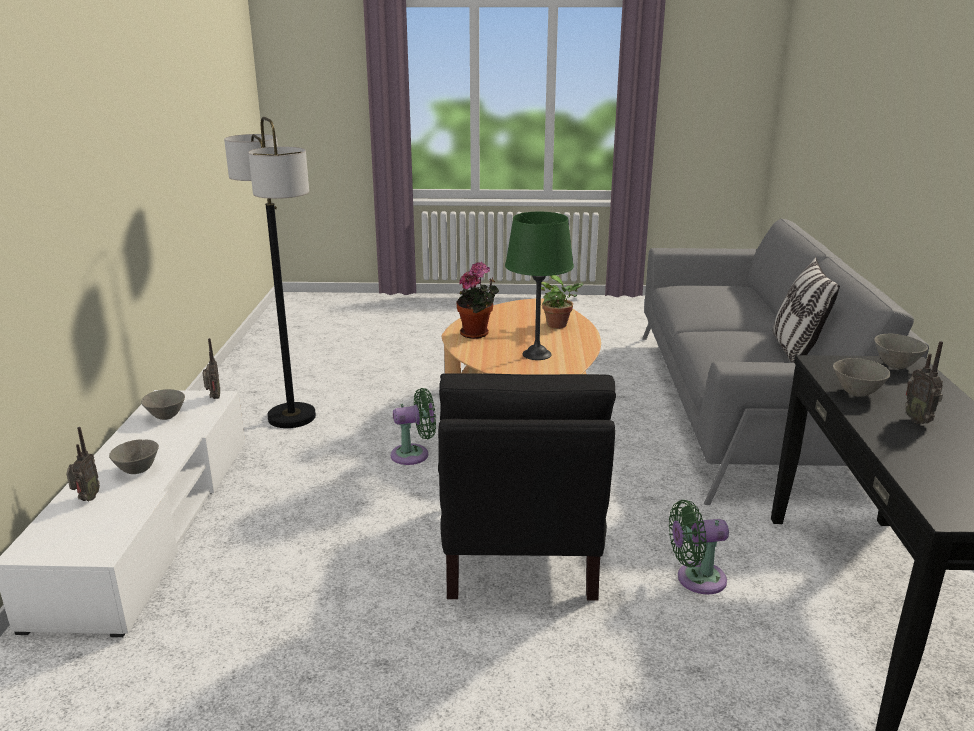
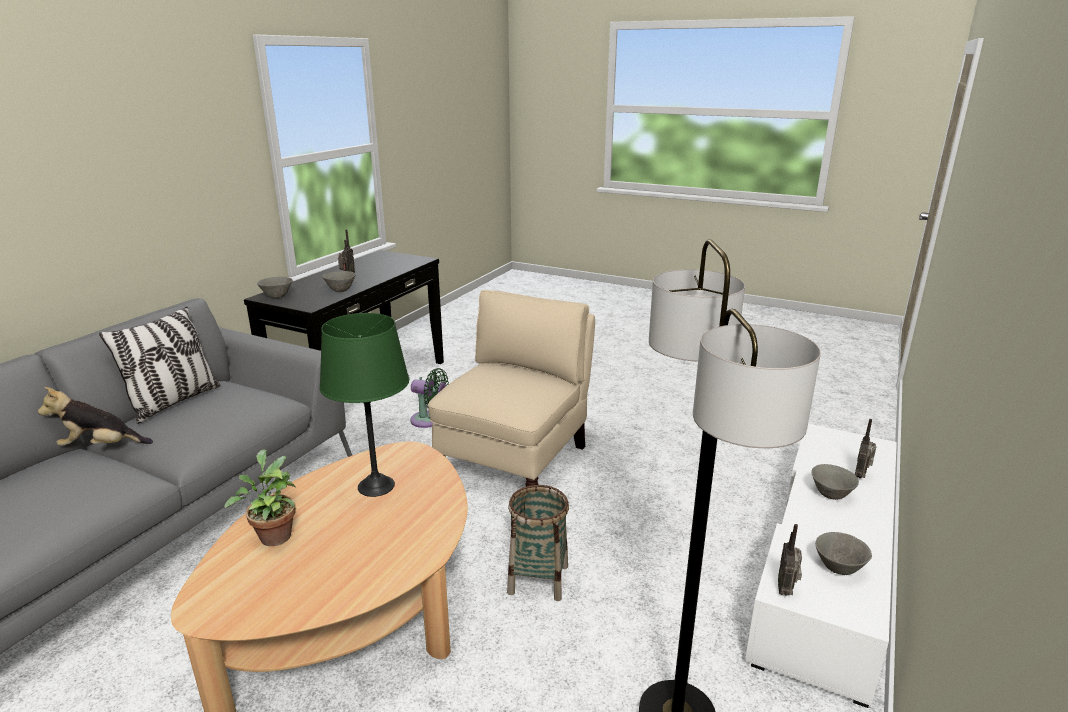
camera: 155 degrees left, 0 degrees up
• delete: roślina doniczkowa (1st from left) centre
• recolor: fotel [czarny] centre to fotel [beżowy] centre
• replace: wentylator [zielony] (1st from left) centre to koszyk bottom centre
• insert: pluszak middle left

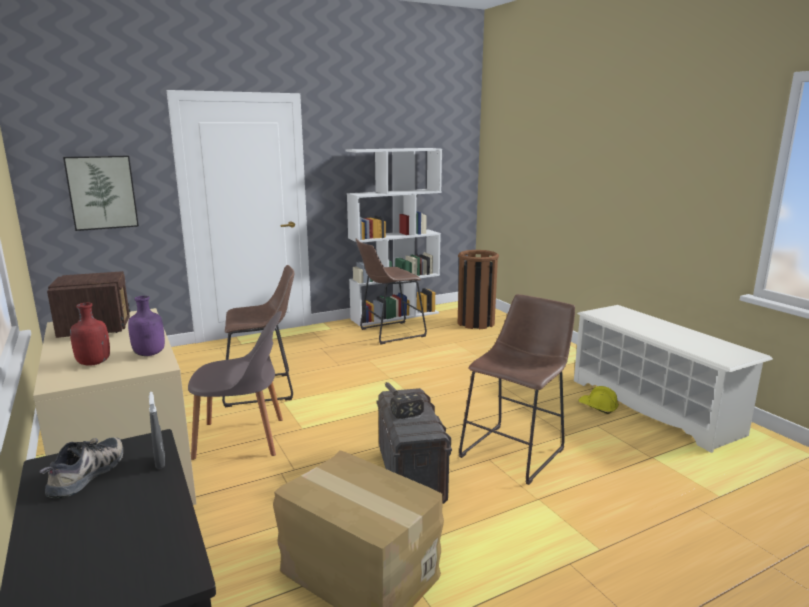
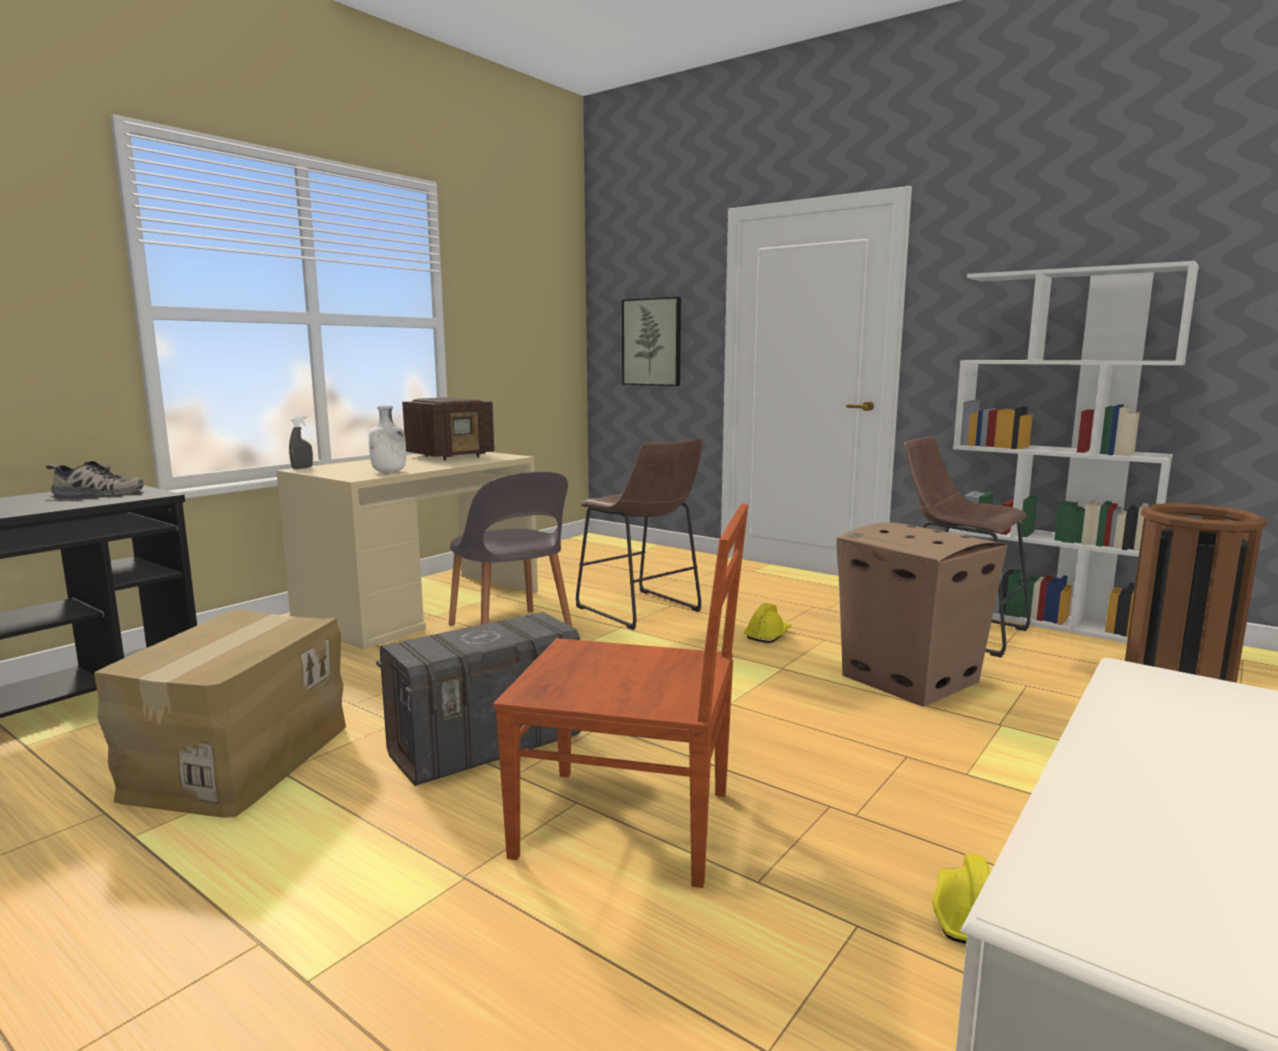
camera: 65 degrees right, 5 degrees down
• replace: stołek [brązowy] (3rd from left) centre to krzesło [brązowy] centre
• recolor: butelka [fioletowy] middle left to butelka [biały] middle left
• delete: butelka [czerwony] middle left
• delete: młotek centre
• move: spryskiwacz [szary] bottom left to middle left
• insert: karton (2nd from left) middle right
• insert: kask [żółty] (1st from left) centre

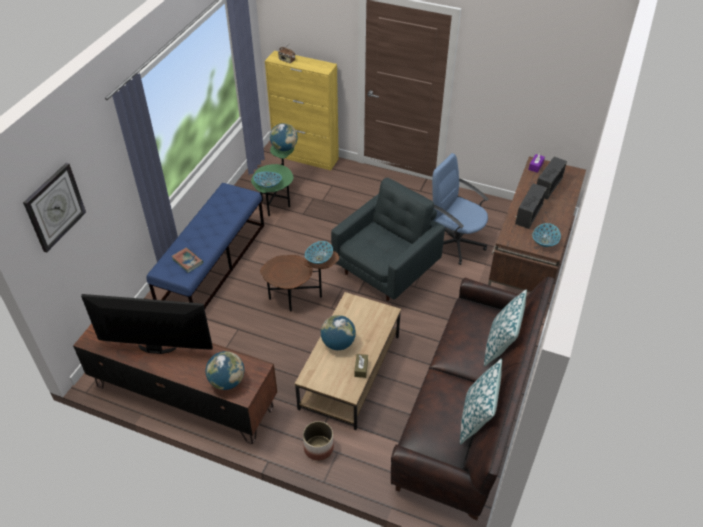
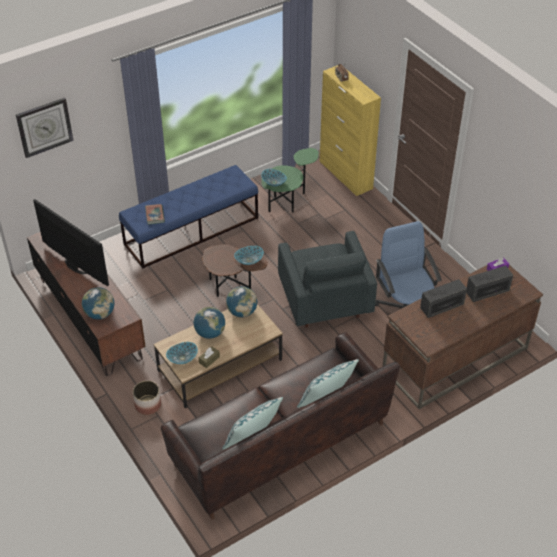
camera: 35 degrees right, 0 degrees up
• move: globus (2nd from left in the first image) top centre to globus (3rd from left) centre
• rotate: fotel [szary] centre = centre 90 degrees clockwise
• move: miska (3rd from left in the first image) middle right to miska (1st from left) middle left

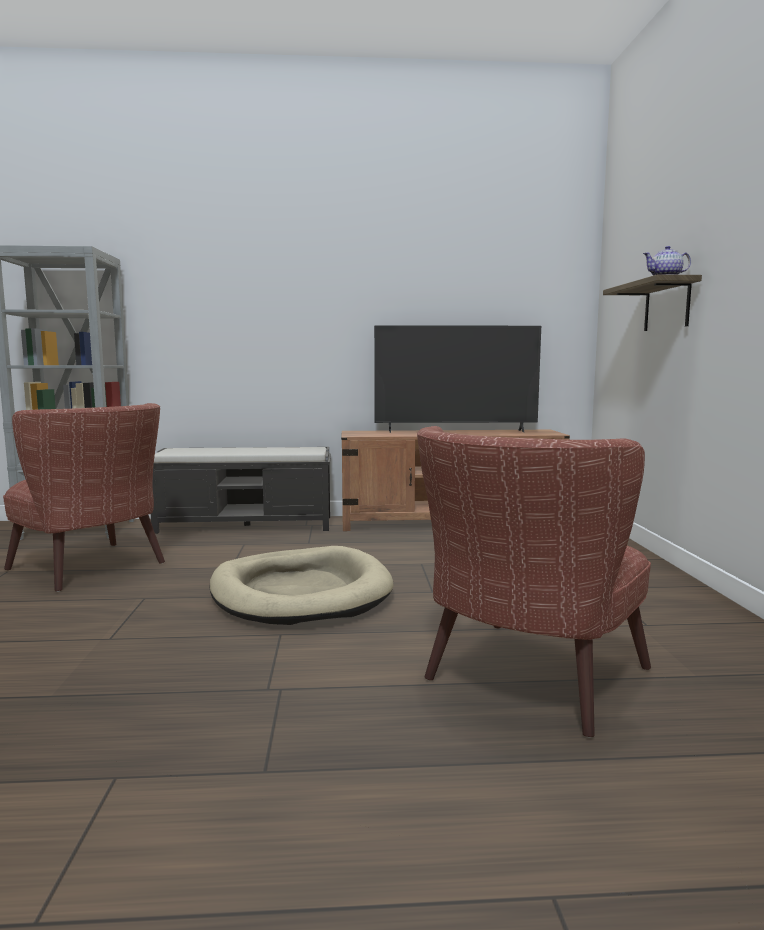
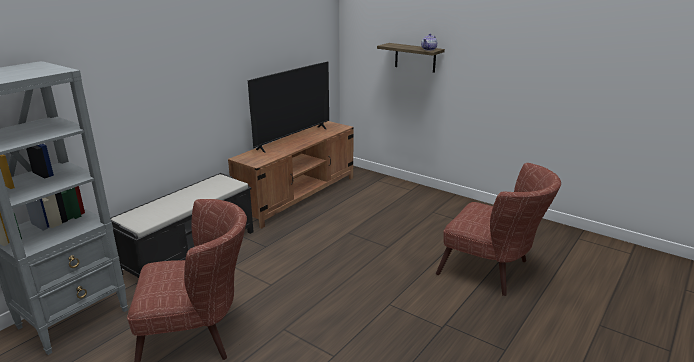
camera: 50 degrees left, 15 degrees up
• rotate: fotel [brązowy] (2nd from left) middle right = middle right 45 degrees counterclockwise
• delete: legowisko [beżowy] centre

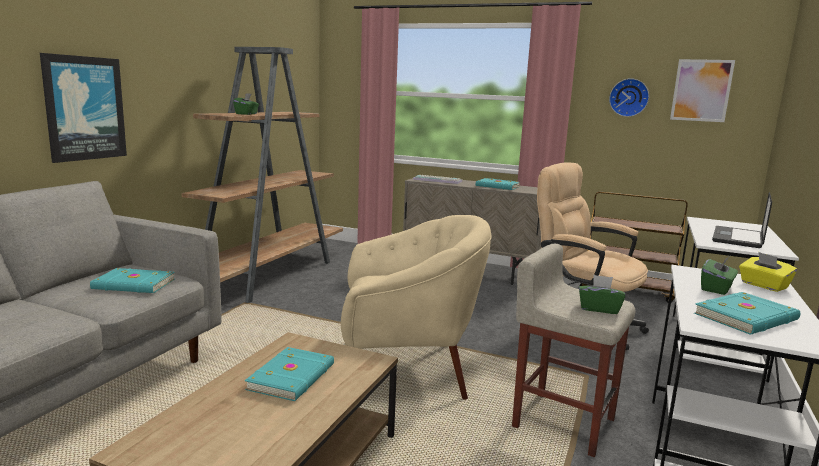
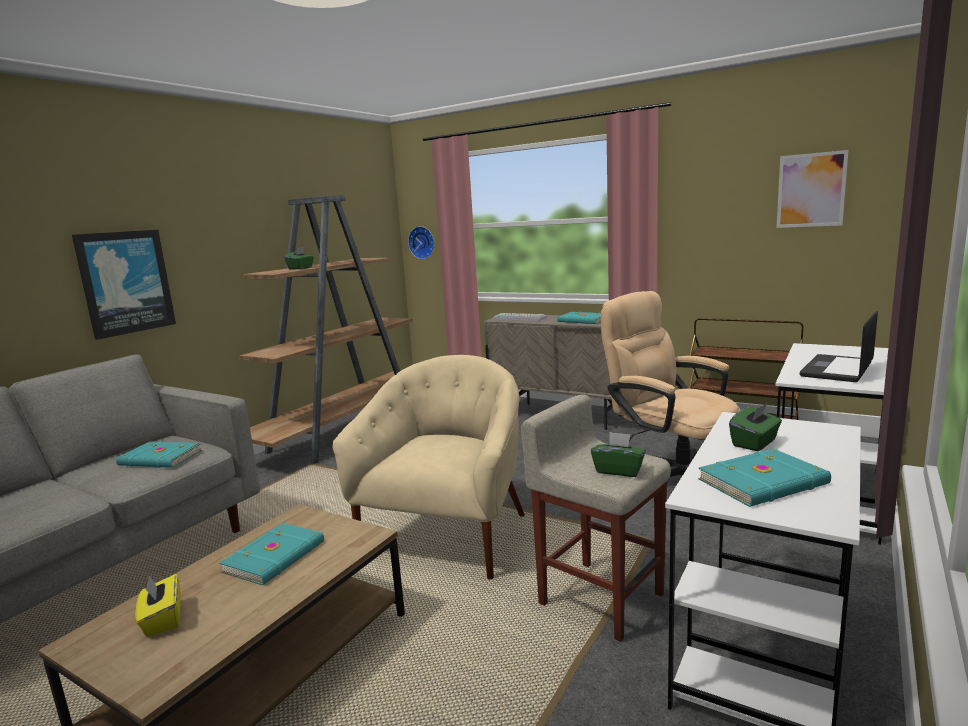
camera: 10 degrees right, 0 degrees up
• move: zegar ścienny top right to centre
• rotate: fotel [beżowy] centre = centre 75 degrees counterclockwise
• move: pudełko chusteczek [żółty] middle right to bottom left

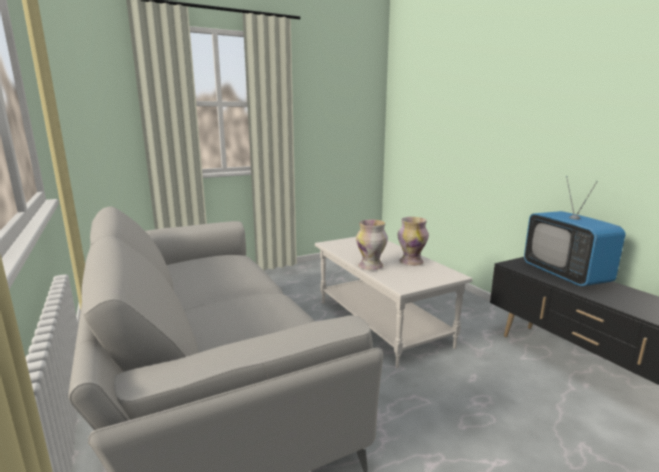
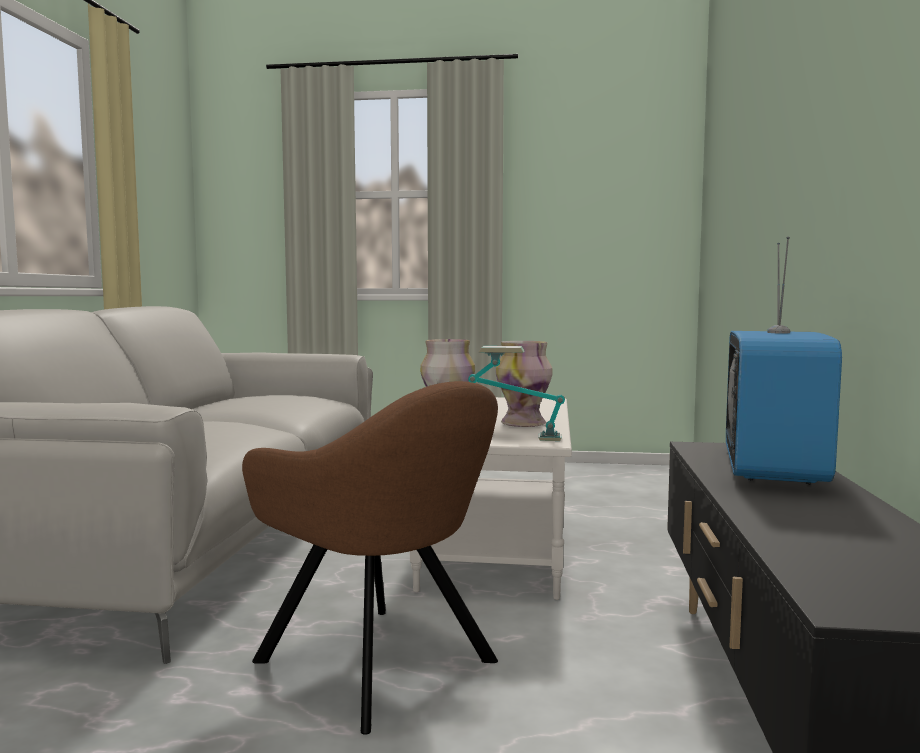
camera: 35 degrees right, 10 degrees down
• insert: lampa stołowa centre
• insert: fotel [brązowy] bottom centre

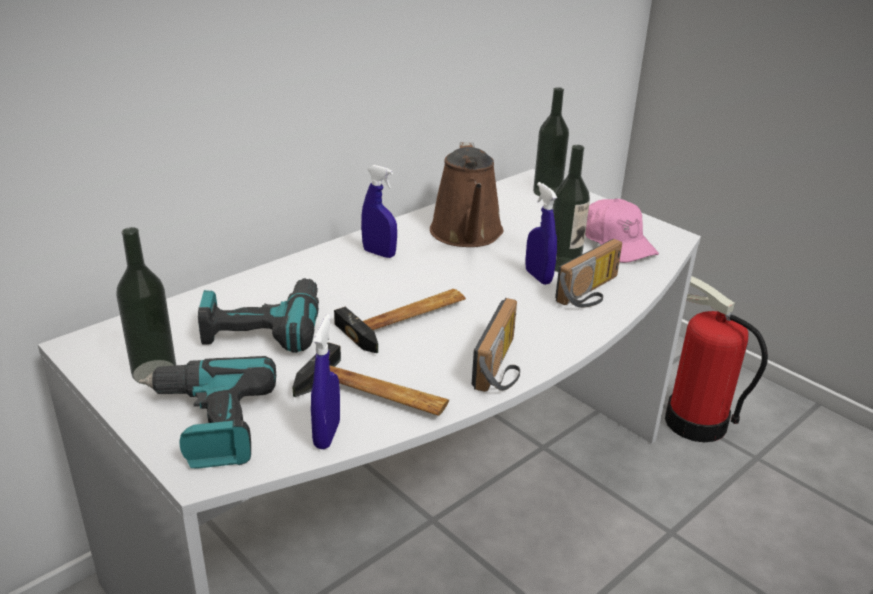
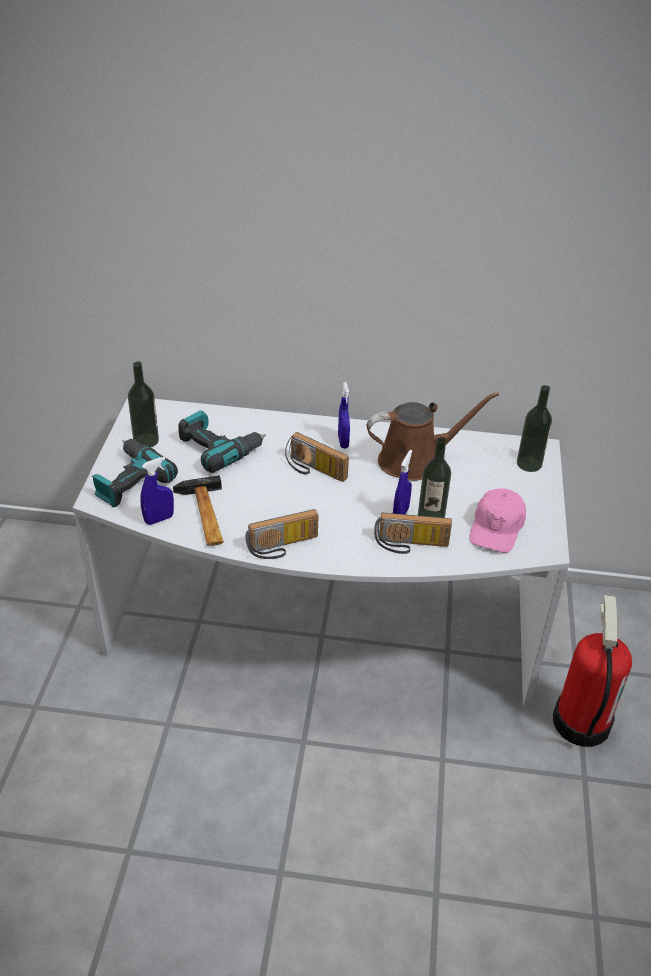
camera: 50 degrees right, 10 degrees up
• rotate: konewka [brązowy] top centre = centre 150 degrees counterclockwise
• delete: młotek (2nd from left) centre
• insert: radio (2nd from left) centre

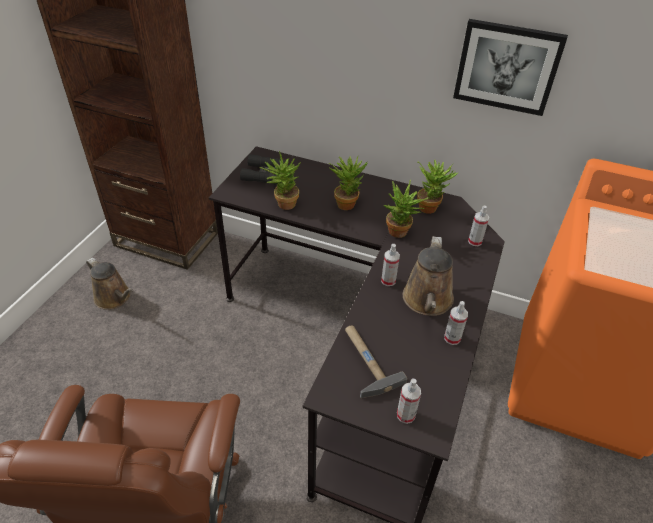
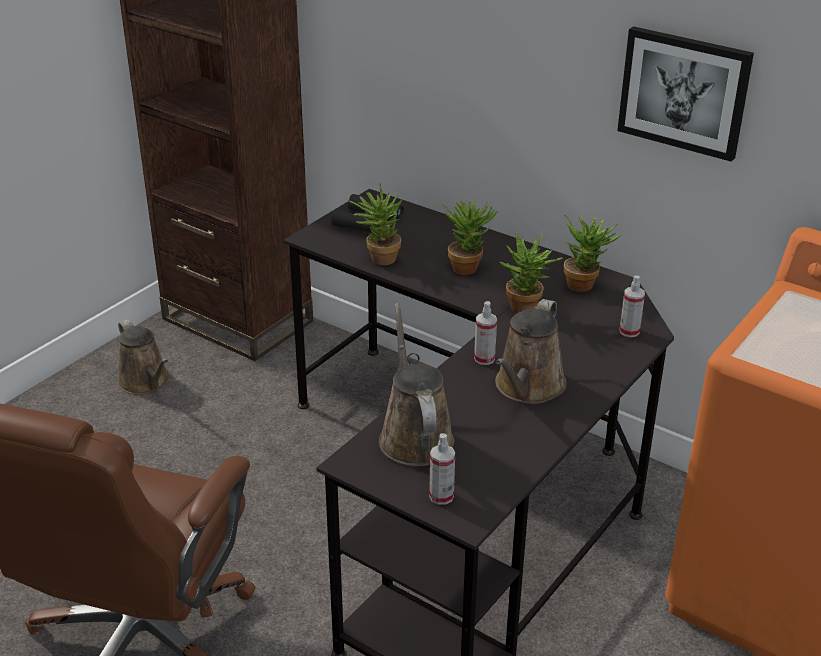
camera: 15 degrees right, 10 degrees down
• delete: spryskiwacz (3rd from left) middle right
• replace: młotek bottom centre to konewka [brązowy] (2nd from left) centre

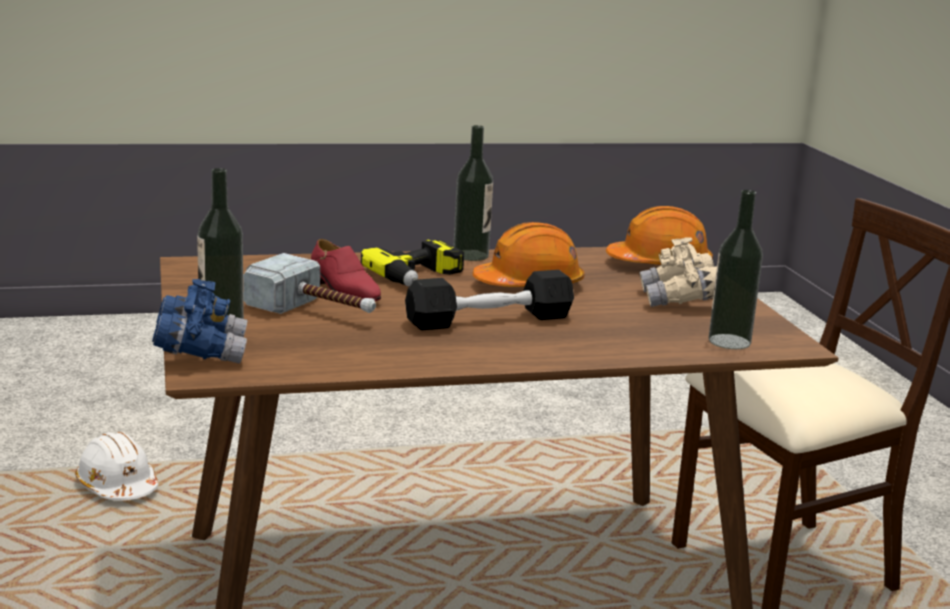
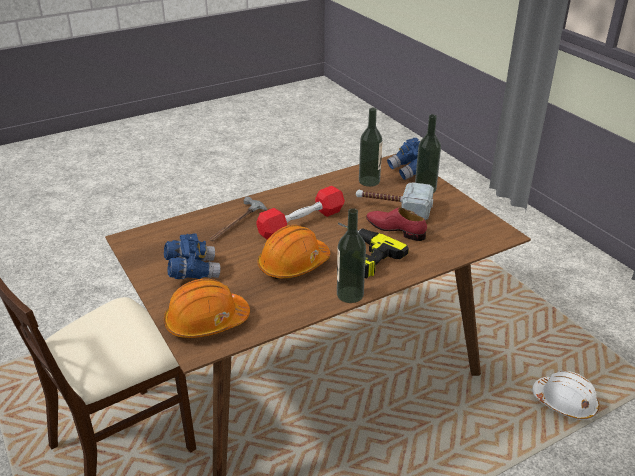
camera: 165 degrees right, 15 degrees up
• move: butelka (3rd from left in the first image) middle right to butelka (2nd from left) top centre
• recolor: lornetka [beżowy] middle right to lornetka [niebieski] (1st from left) middle left
• recolor: hantel [czarny] centre to hantel [czerwony] centre
• insert: młotek (1st from left) centre

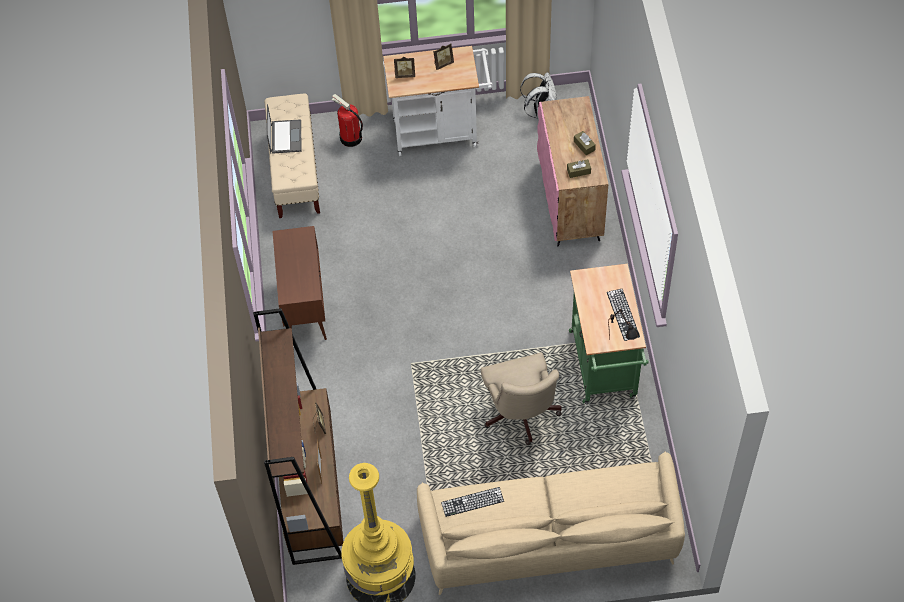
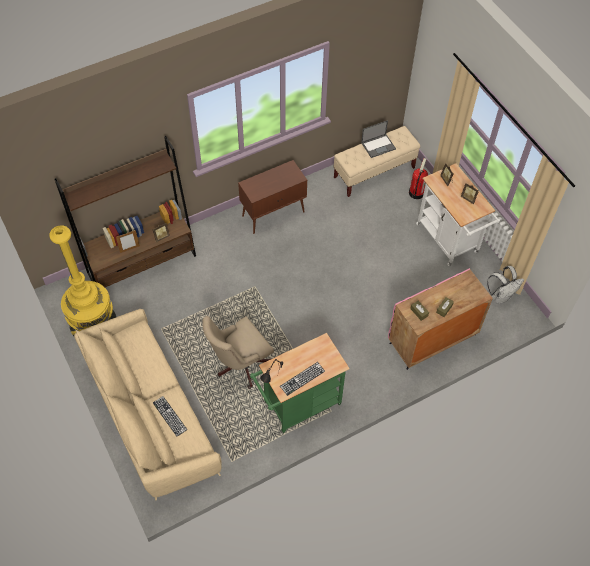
camera: 65 degrees right, 0 degrees up
• move: klawiatura (1st from left) bottom centre to bottom left

